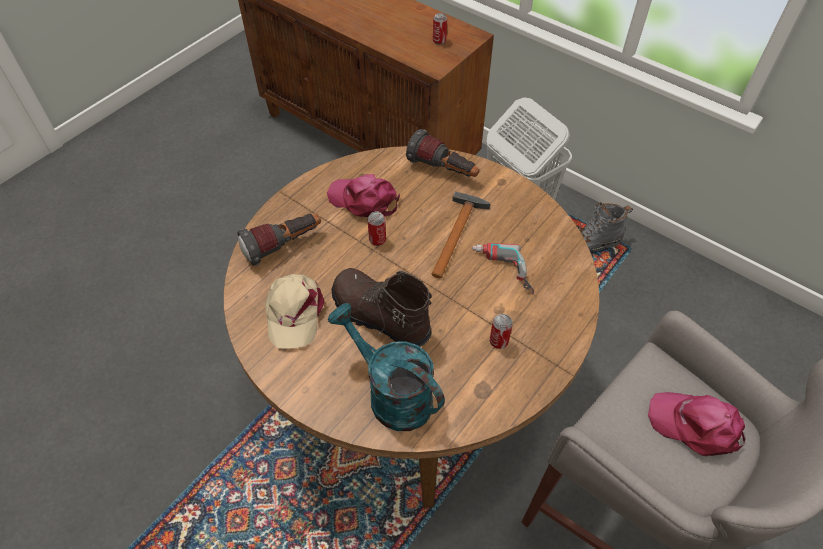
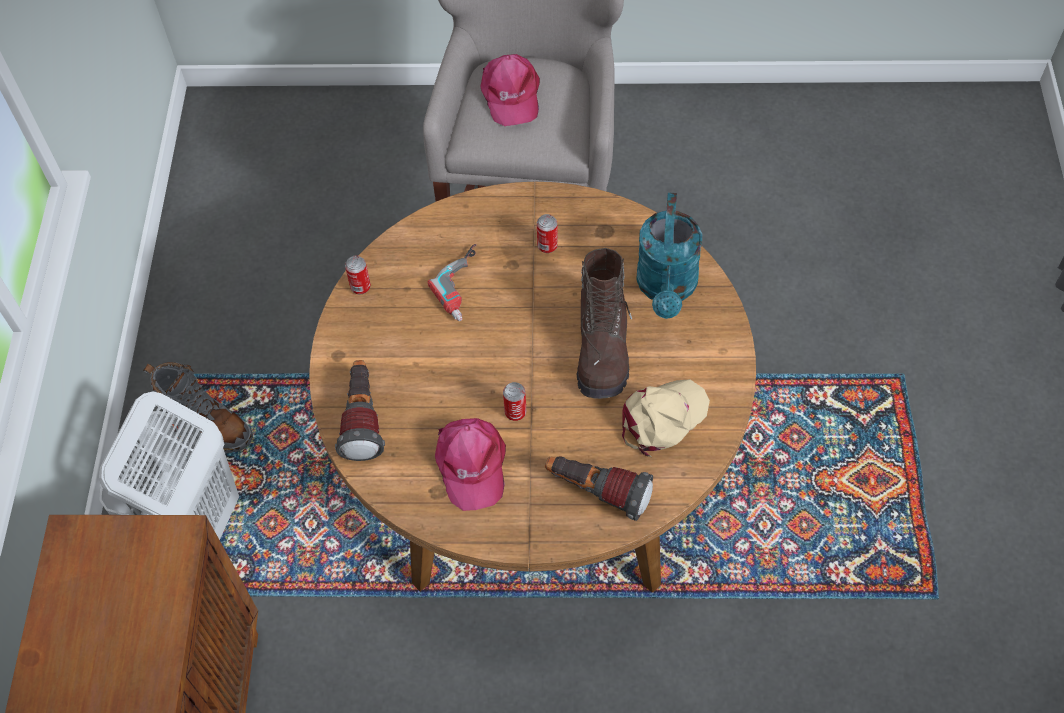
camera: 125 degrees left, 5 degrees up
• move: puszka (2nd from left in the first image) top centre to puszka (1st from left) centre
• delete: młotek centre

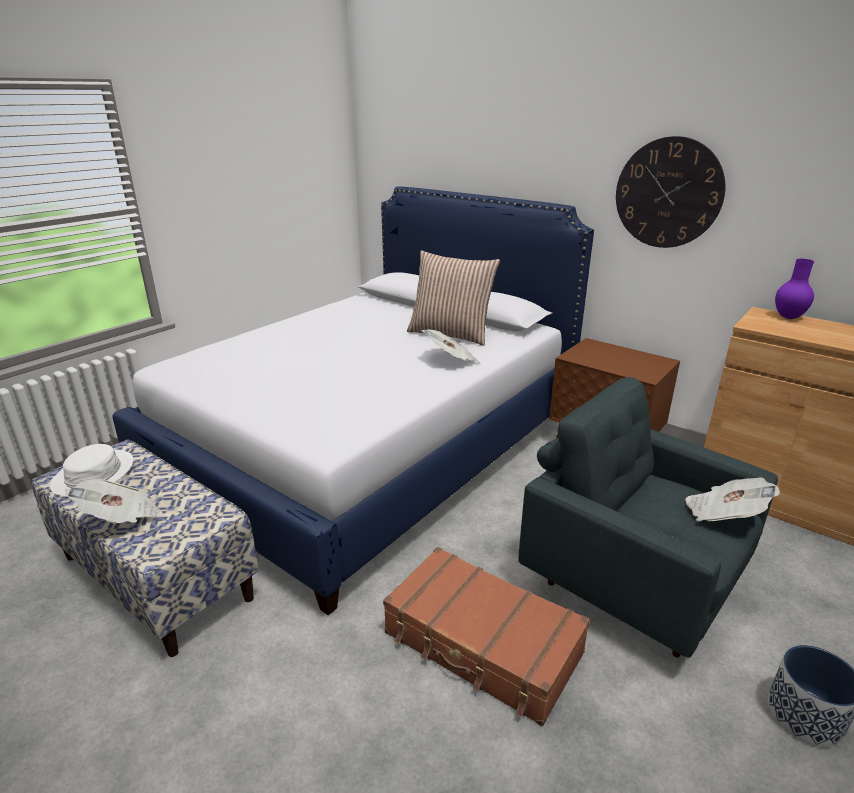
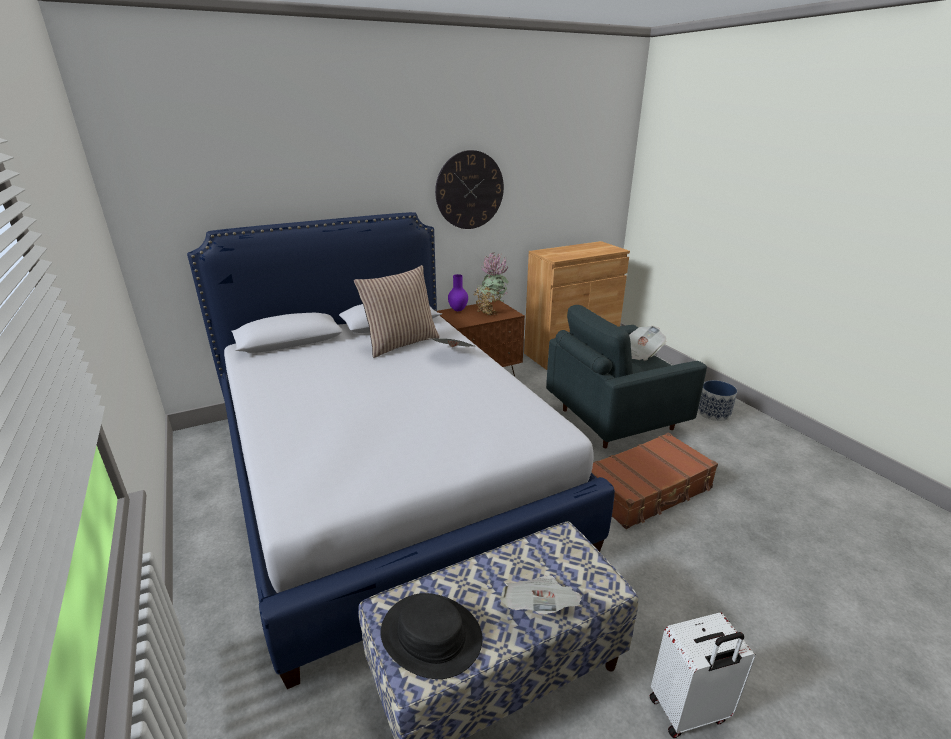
camera: 65 degrees left, 0 degrees up
• move: wazon [fioletowy] middle right to centre
• recolor: kapelusz [biały] middle left to kapelusz [czarny] bottom centre
• insert: roślina doniczkowa centre
• insert: walizka [biały] bottom right

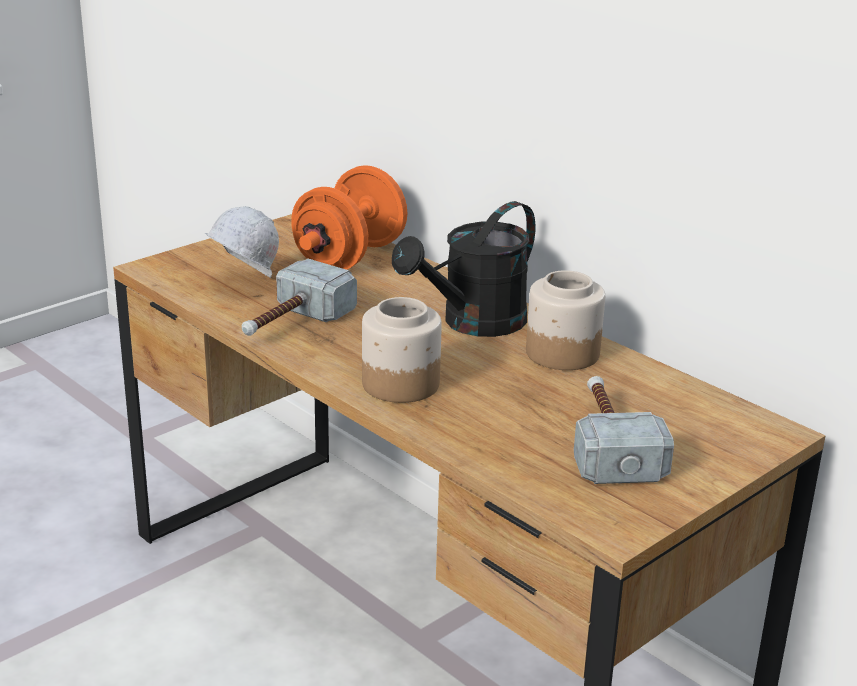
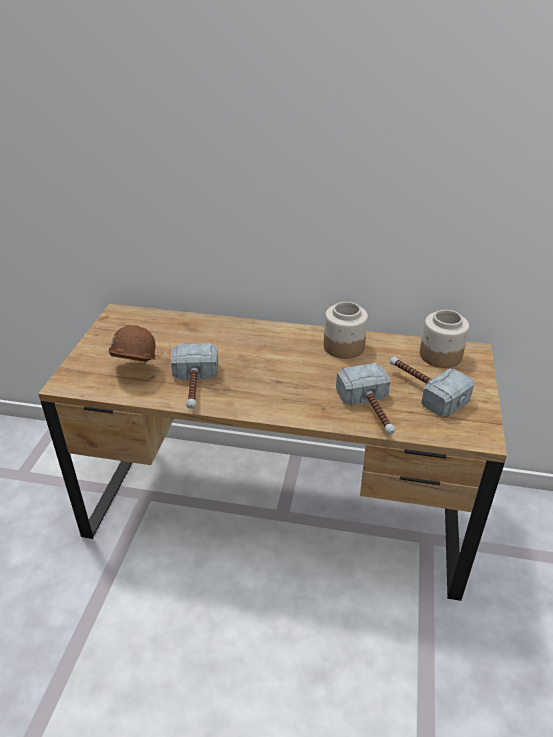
camera: 35 degrees left, 10 degrees up
• delete: hantel [pomarańczowy] top centre
• delete: konewka [czarny] centre
• recolor: kask [biały] middle left to kask [brązowy] middle left
• move: słoik (1st from left in the first image) centre to słoik (2nd from left) middle right
• insert: młotek (2nd from left) centre

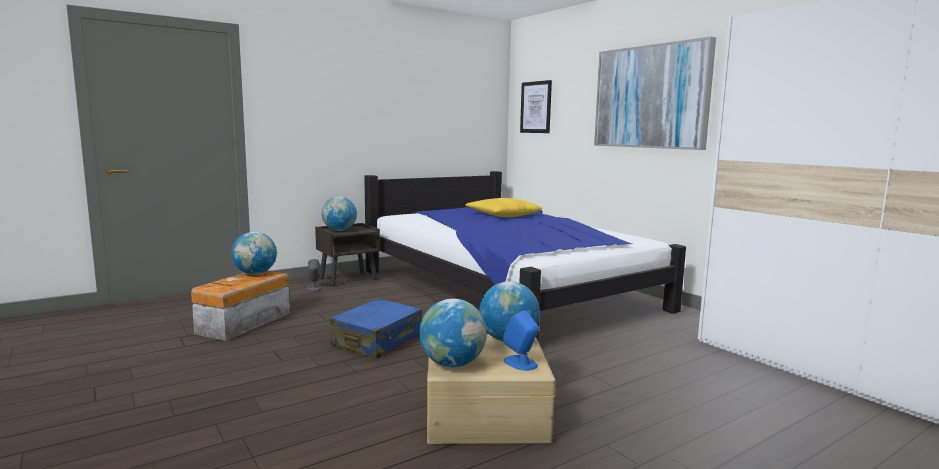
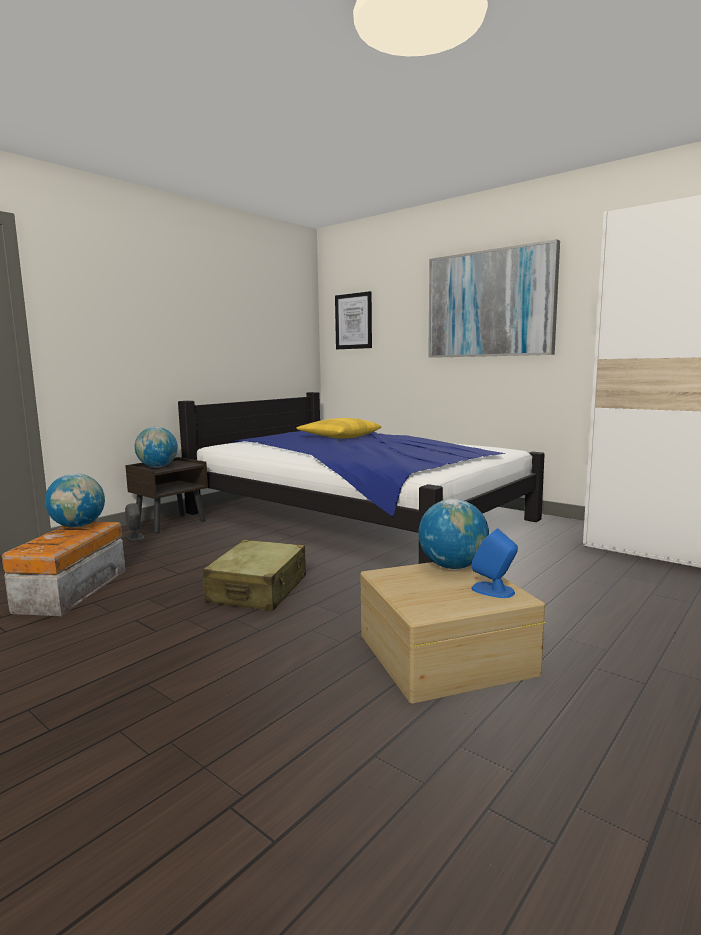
camera: 15 degrees left, 0 degrees up
• recolor: walizka [niebieski] bottom centre to walizka [beżowy] centre
• delete: globus (3rd from left) bottom centre

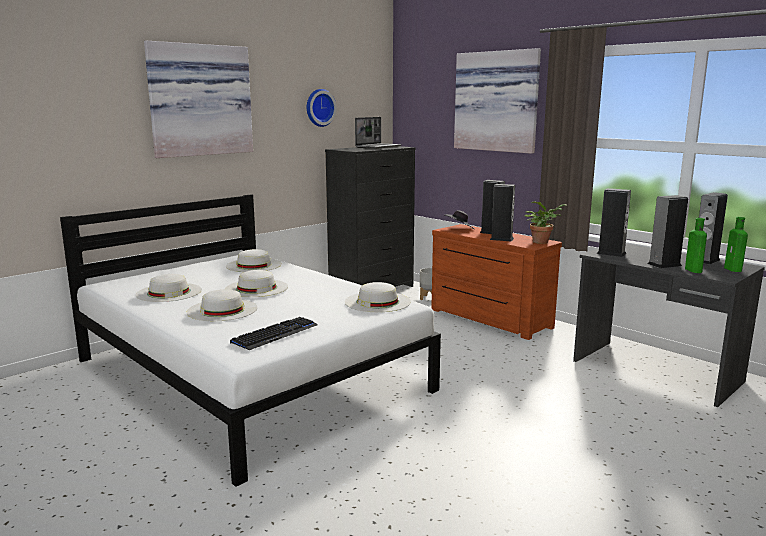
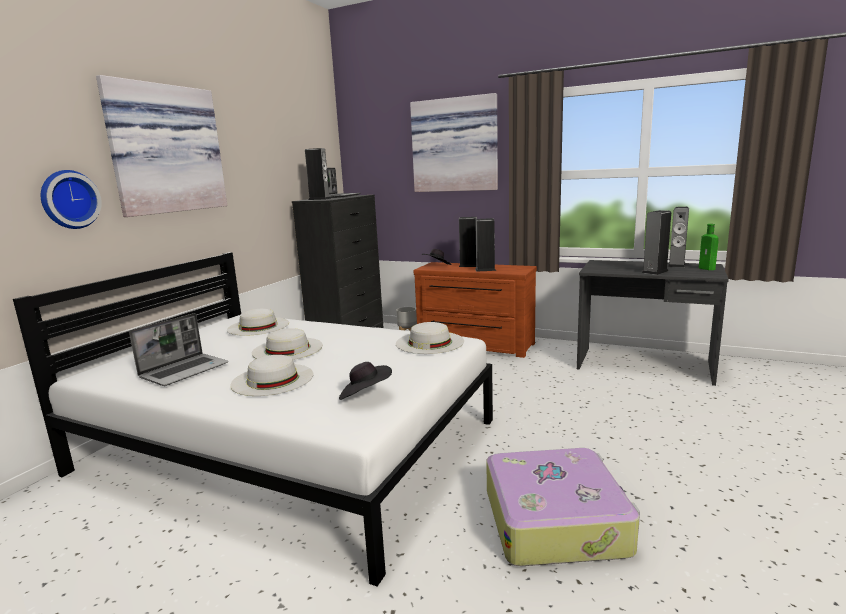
camera: 20 degrees left, 0 degrees up
• move: zegar ścienny top centre to top left
• move: głośnik (3rd from left in the first image) middle right to głośnik (1st from left) top centre
• delete: roślina doniczkowa middle right
• delete: butelka [zielony] (1st from left) middle right
• replace: kapelusz [biały] (1st from left) middle left to laptop (1st from left) middle left
• replace: klawiatura centre to kapelusz [czarny] (1st from left) centre
• insert: walizka bottom centre

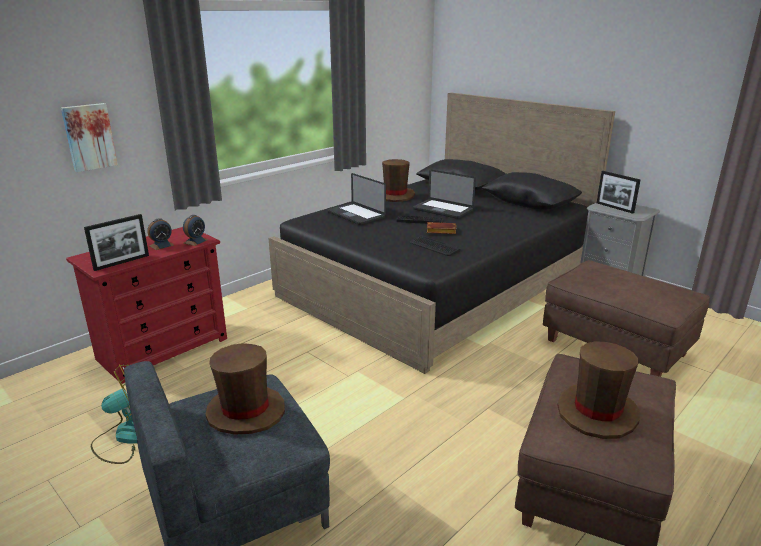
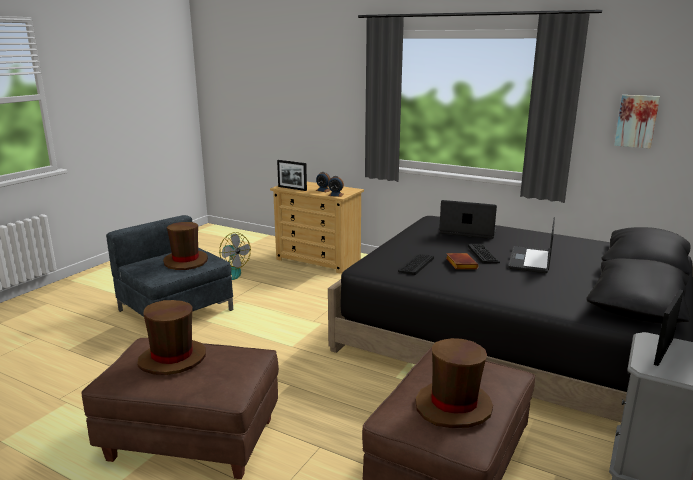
camera: 75 degrees right, 5 degrees down
• move: obraz top left to top right
• move: kapelusz [brązowy] (2nd from left in the first image) top centre to kapelusz [brązowy] (3rd from left) bottom centre
• rotate: laptop (1st from left) centre = middle right 75 degrees clockwise
• recolor: komoda [czerwony] middle left to komoda [beżowy] centre

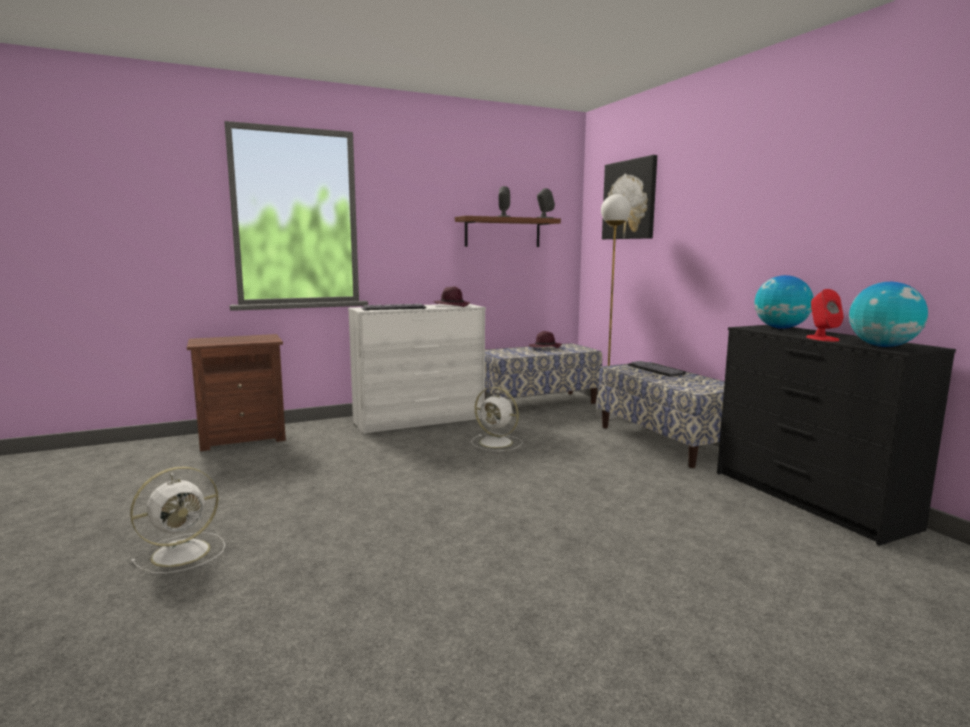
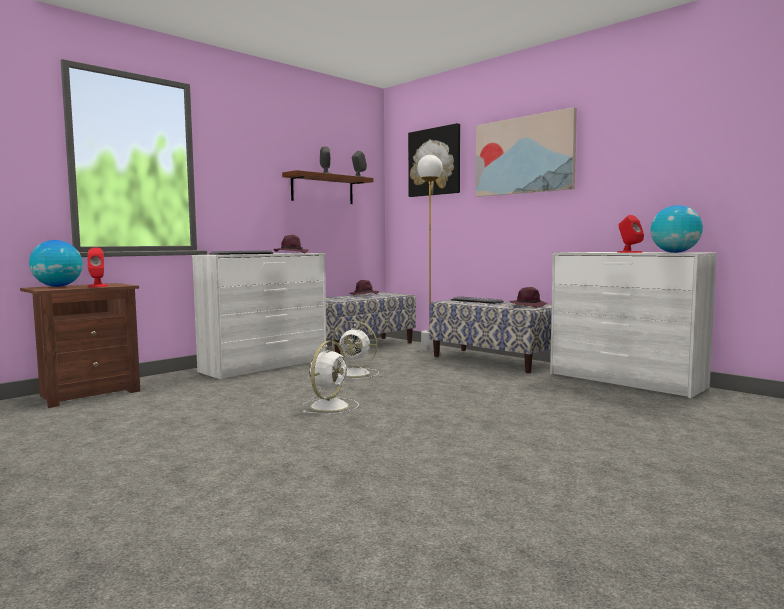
camera: 20 degrees left, 5 degrees down
• move: globus (1st from left) middle right to middle left
• recolor: komoda [czarny] middle right to komoda [biały] (2nd from left) middle right
• move: wentylator [biały] (1st from left) bottom left to centre
• insert: obraz (2nd from left) top right
• insert: głośnik [czerwony] (1st from left) middle left
• insert: kapelusz [fioletowy] (3rd from left) middle right

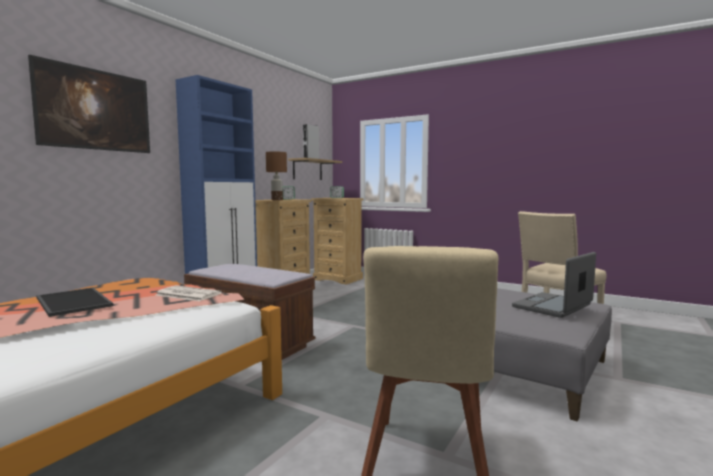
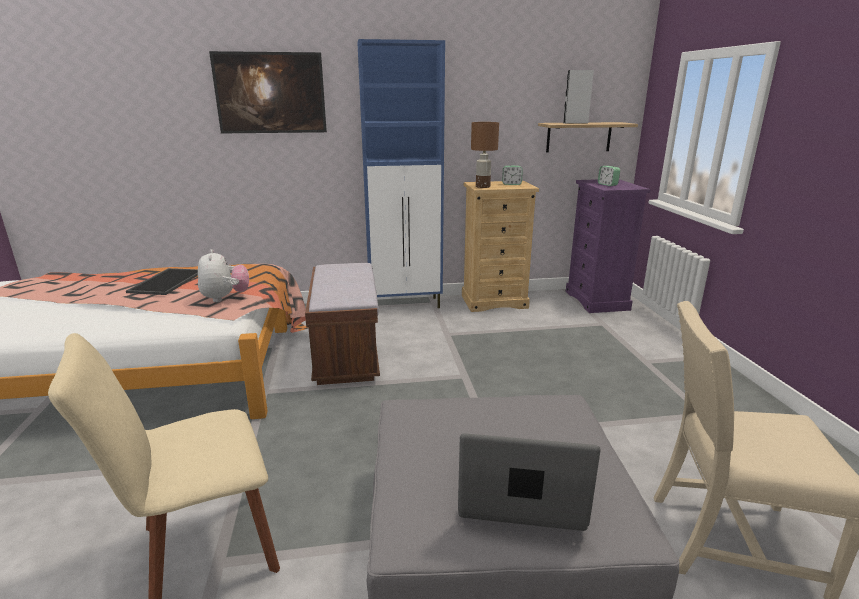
camera: 50 degrees right, 15 degrees up
• recolor: komoda [beżowy] (2nd from left) centre to komoda [fioletowy] middle right
• replace: gazeta middle left to pluszak middle left

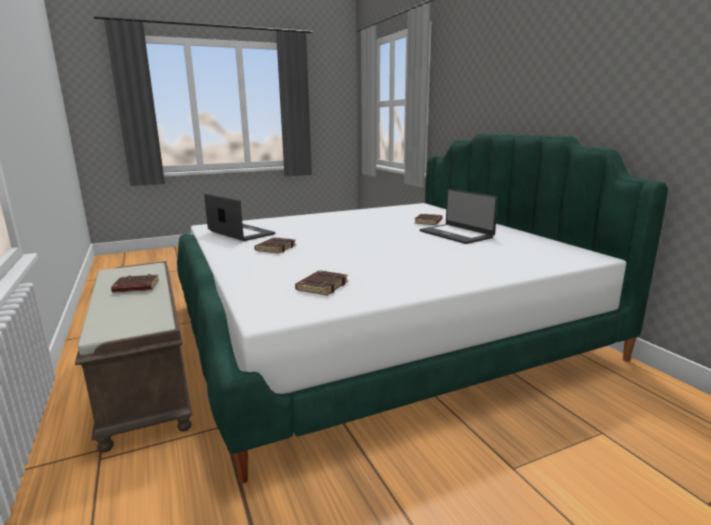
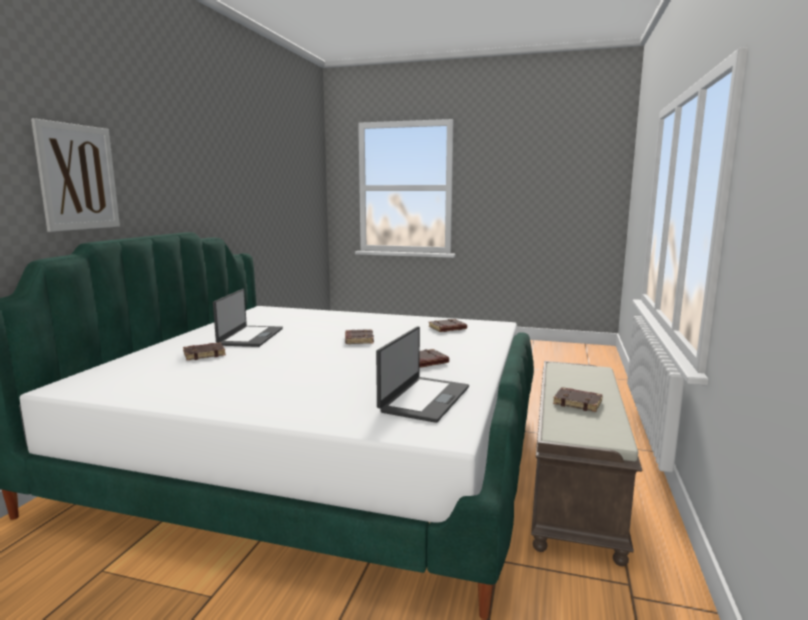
camera: 140 degrees left, 5 degrees down
• rotate: laptop (1st from left in the first image) centre = centre 150 degrees counterclockwise
• insert: obraz top left
• insert: książka [brązowy] (2nd from left) centre

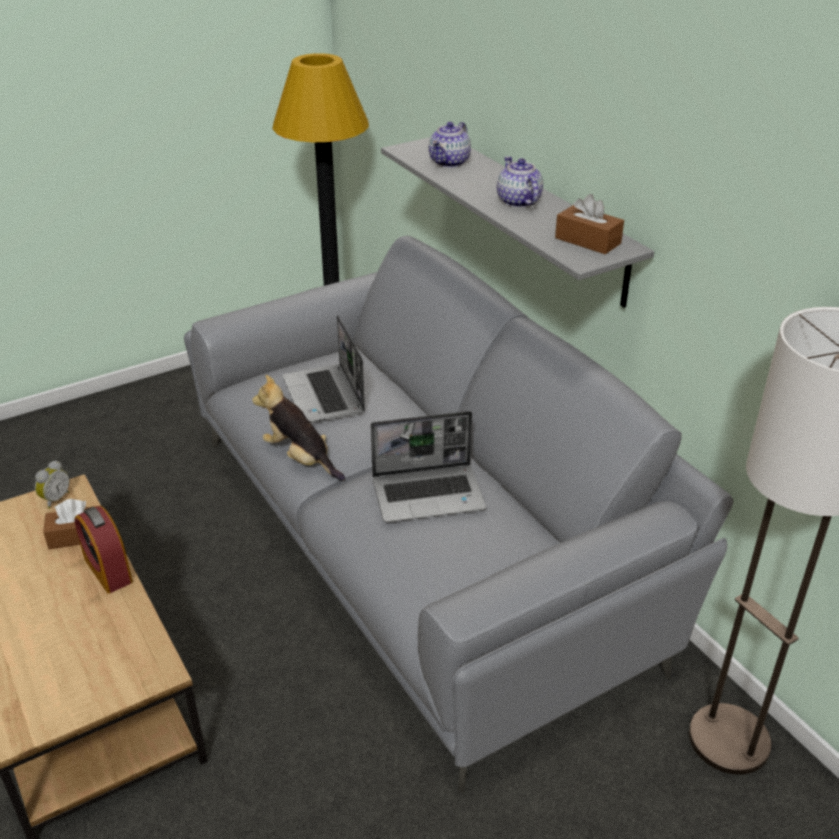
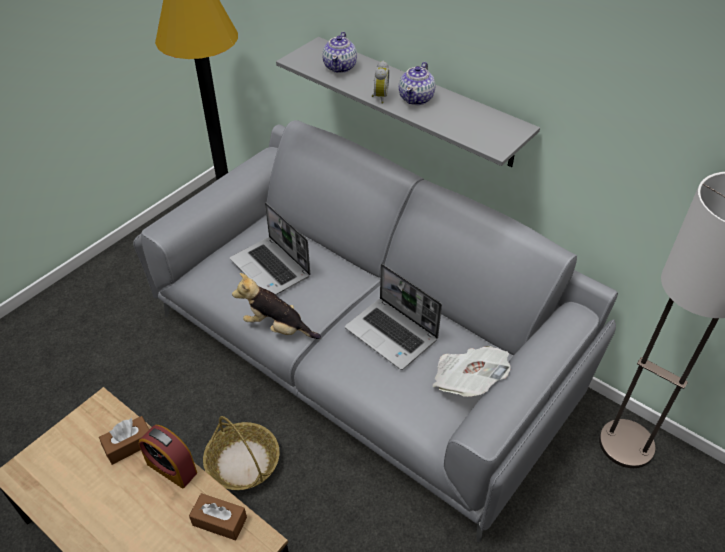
camera: 20 degrees left, 10 degrees up
• rotate: imbryk (2nd from left) top centre = top centre 120 degrees counterclockwise
• move: pudełko chusteczek [brązowy] (2nd from left) top right to bottom left
• rotate: laptop (2nd from left) centre = centre 75 degrees clockwise
• move: budzik (1st from left in the first image) middle left to budzik (2nd from left) top centre
• insert: gazeta bottom centre
• insert: koszyk bottom left

